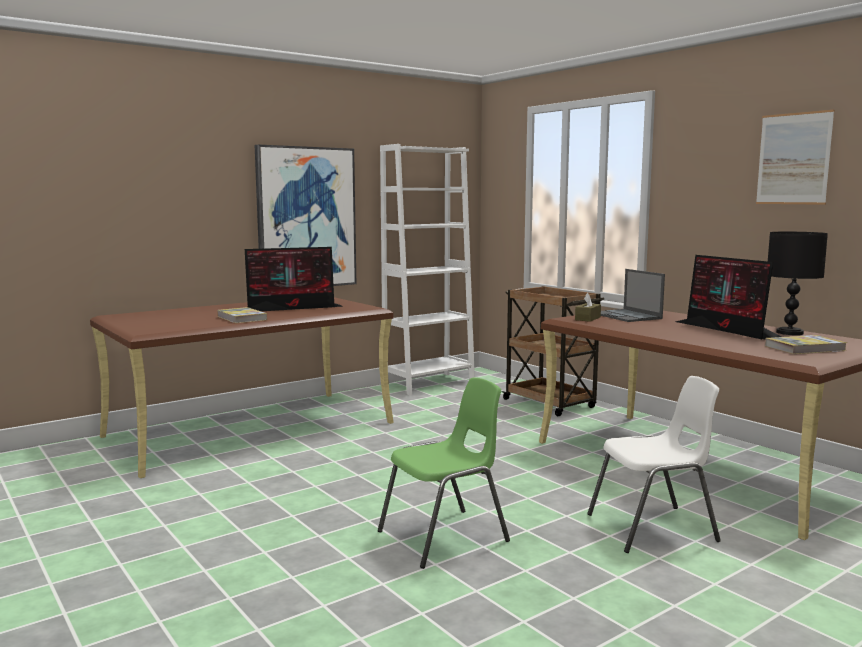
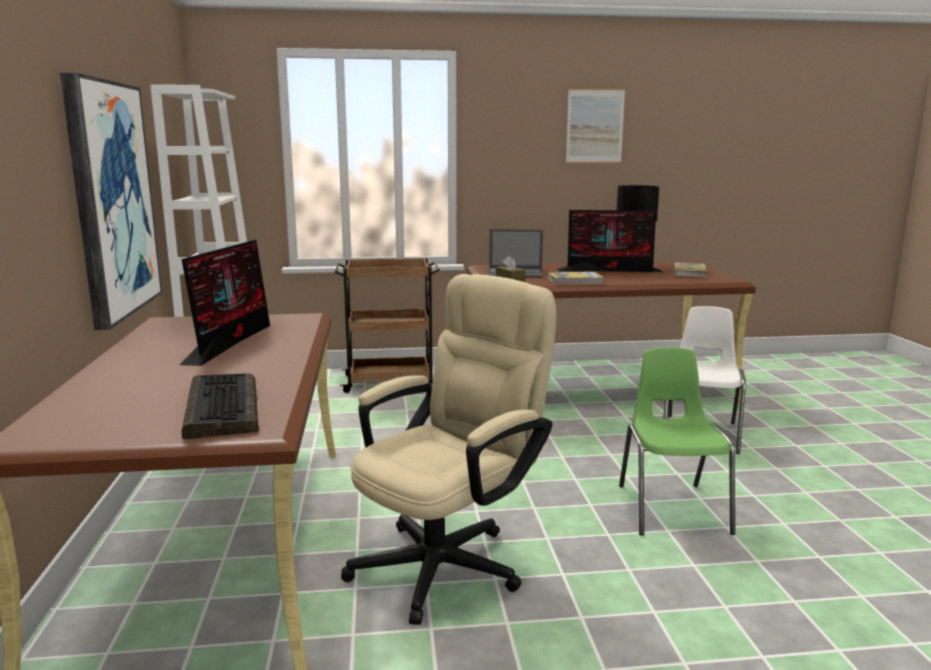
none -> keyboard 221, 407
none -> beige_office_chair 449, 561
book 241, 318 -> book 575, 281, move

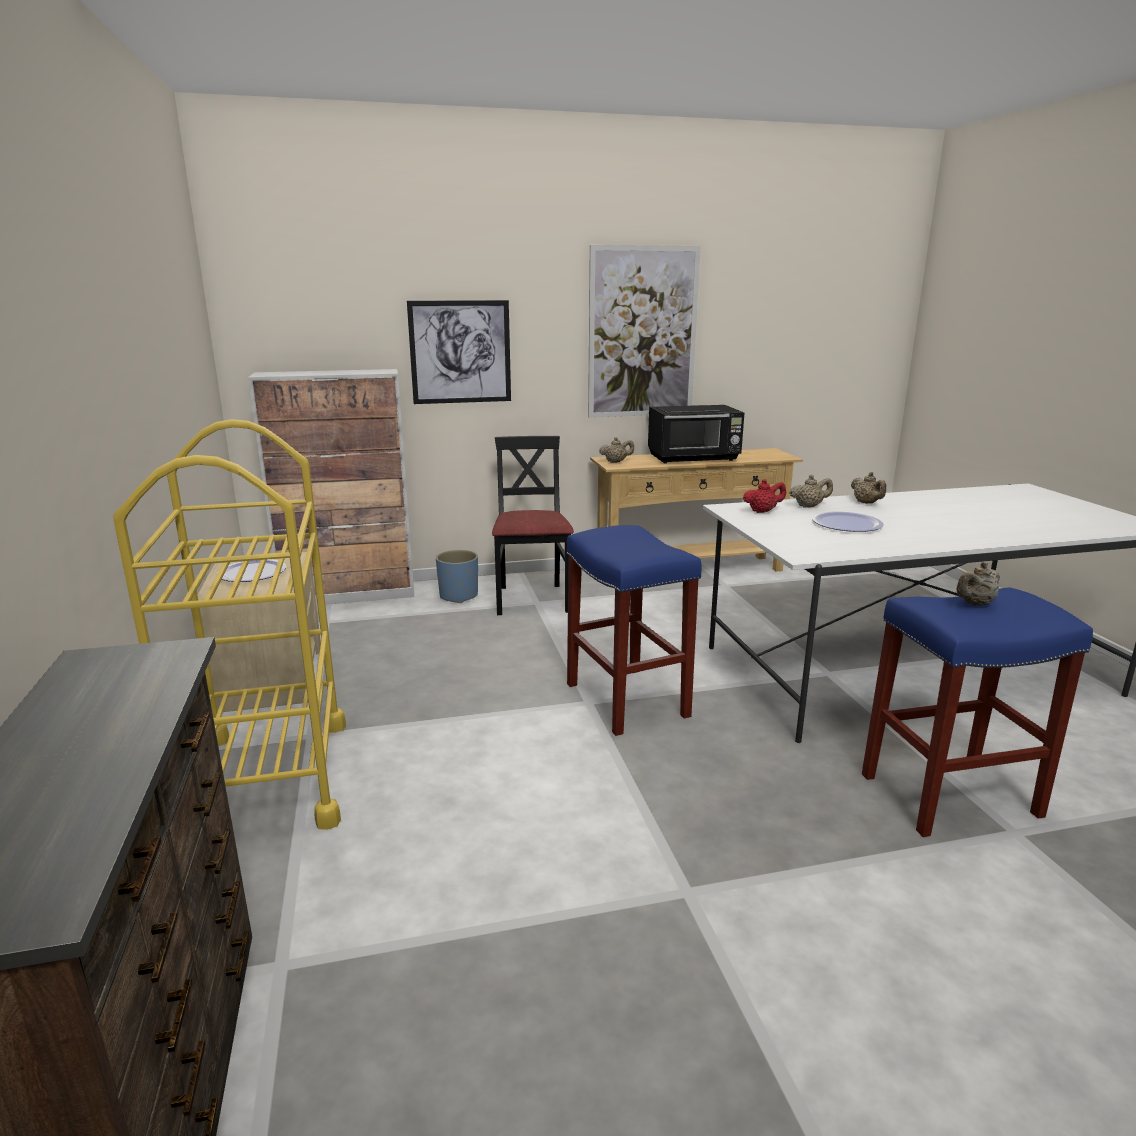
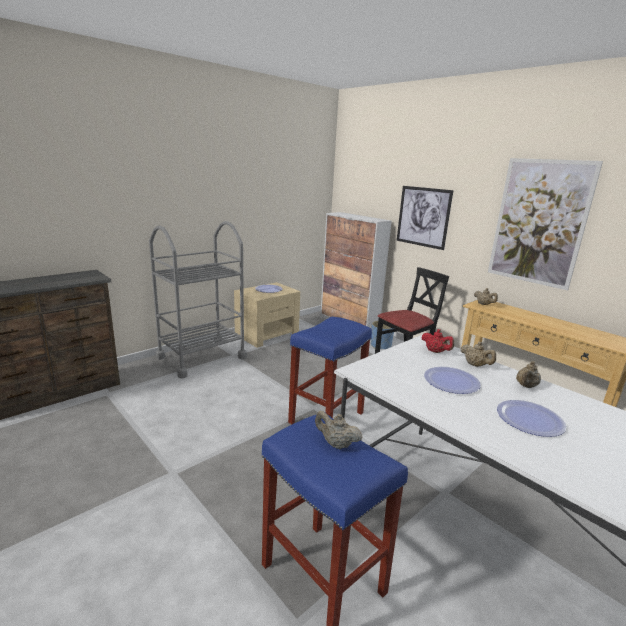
yellow_cart 268, 779 -> grey_cart 201, 357
none -> plate 529, 419
black_microwave 694, 458 -> none

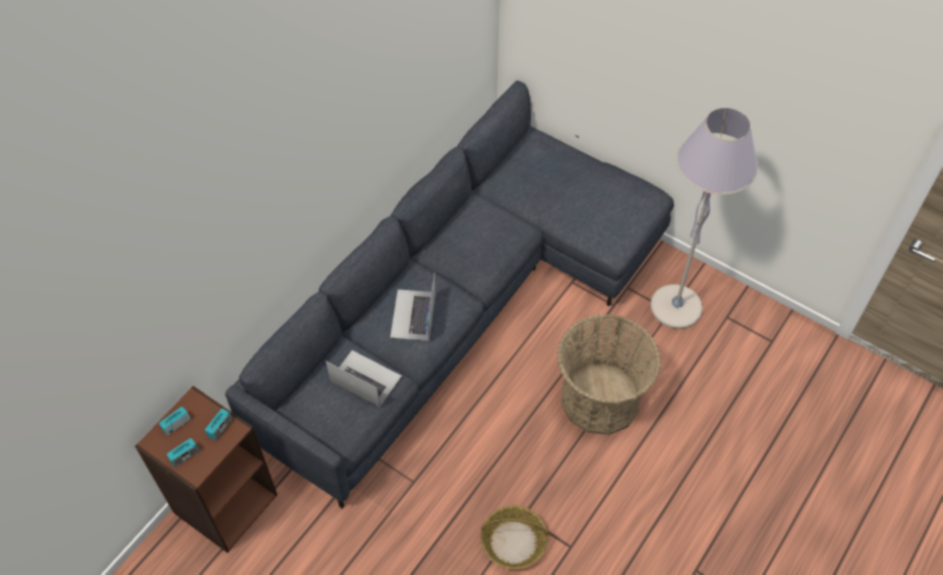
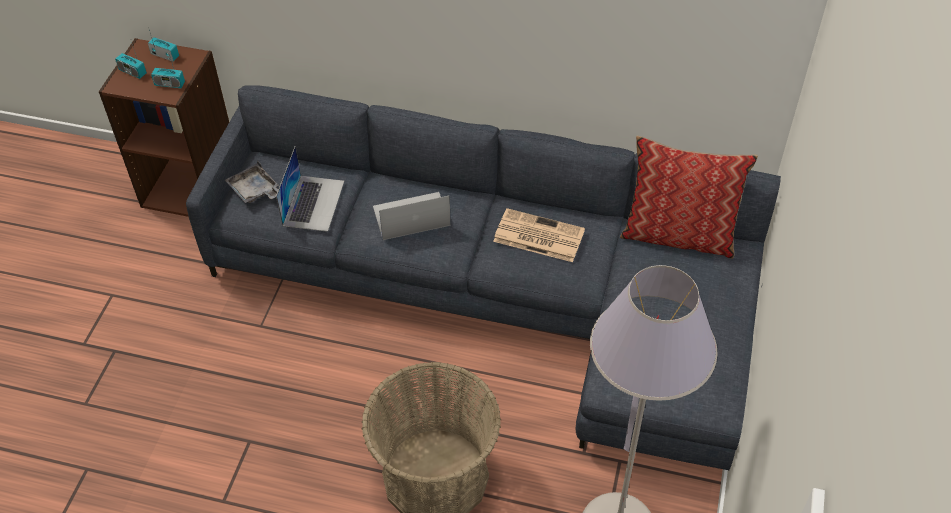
none -> grey_tray 255, 191
none -> newspaper 537, 236
none -> pillow 679, 234
basket 514, 541 -> none

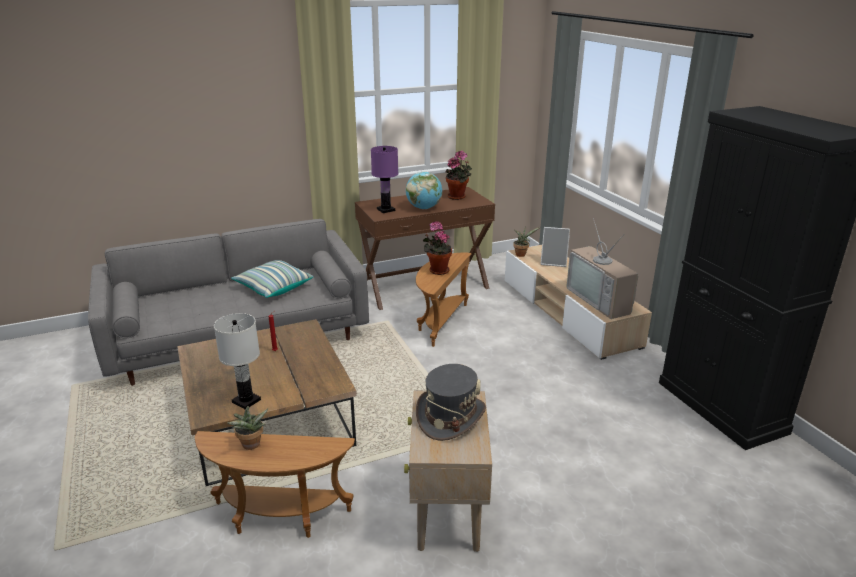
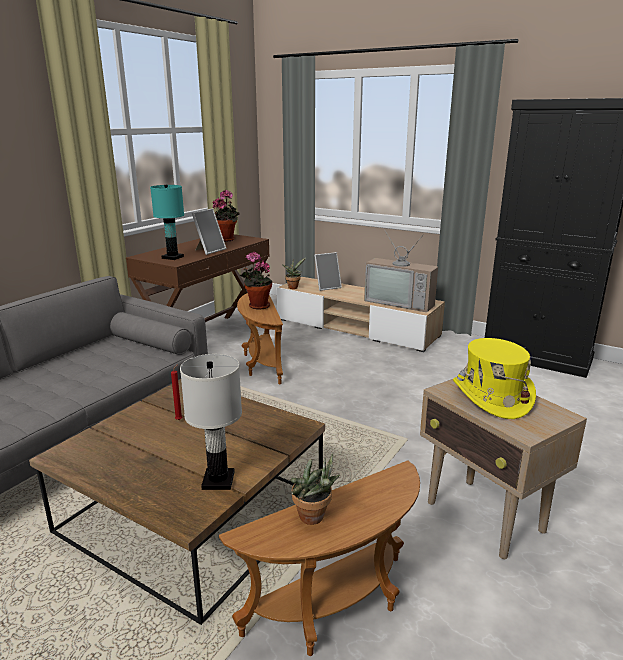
purple_table_lamp 386, 210 -> turquoise_table_lamp 172, 257
globe 424, 208 -> picture_frame 209, 250
grey_hat 450, 416 -> yellow_hat 491, 397
pillow 273, 288 -> none

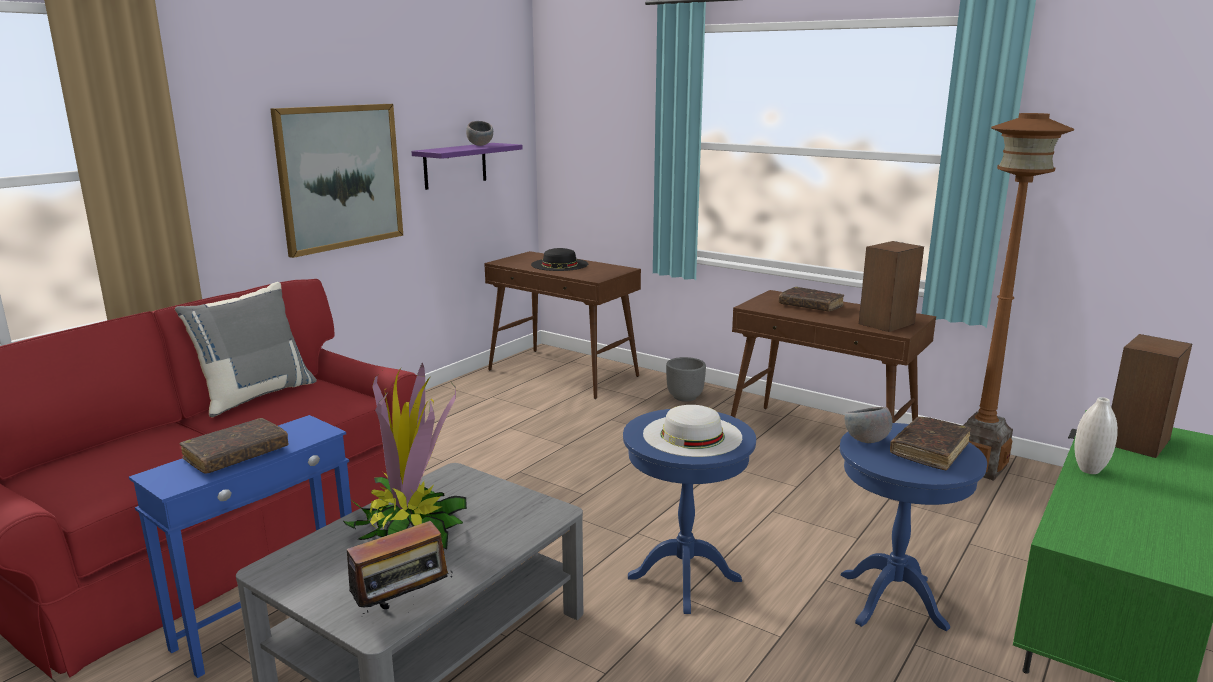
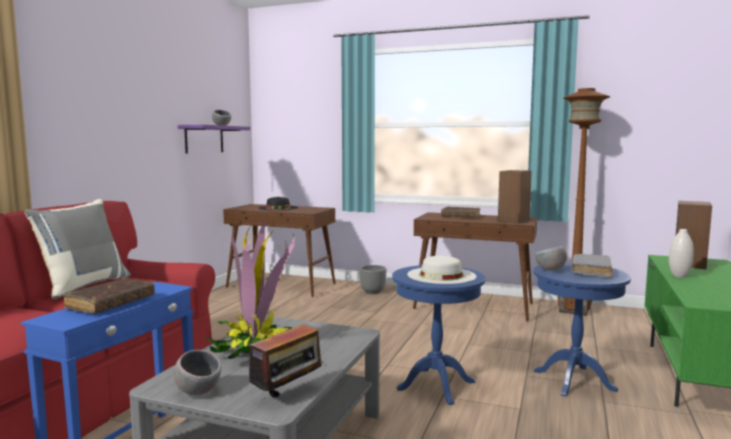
none -> grey_bowl 198, 392
brown_book 929, 450 -> grey_book 591, 271
picture 340, 177 -> none

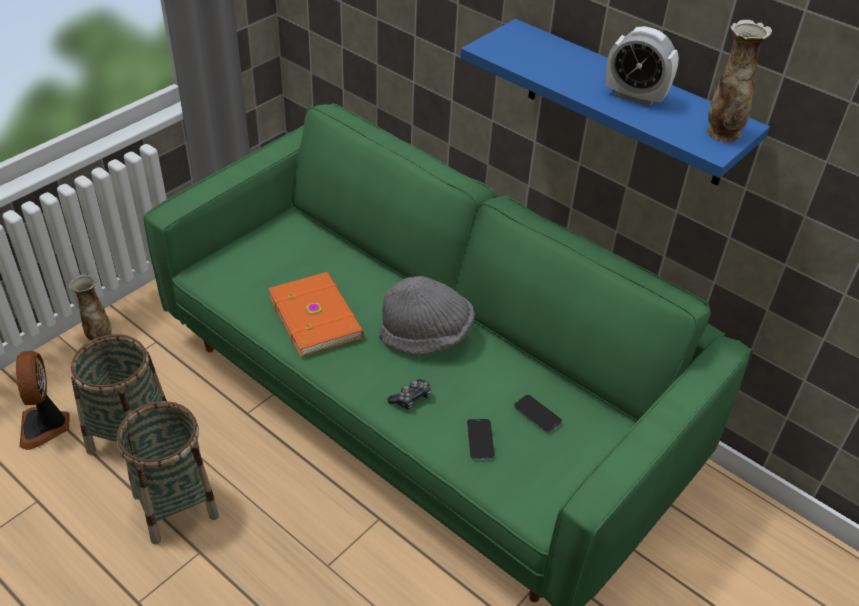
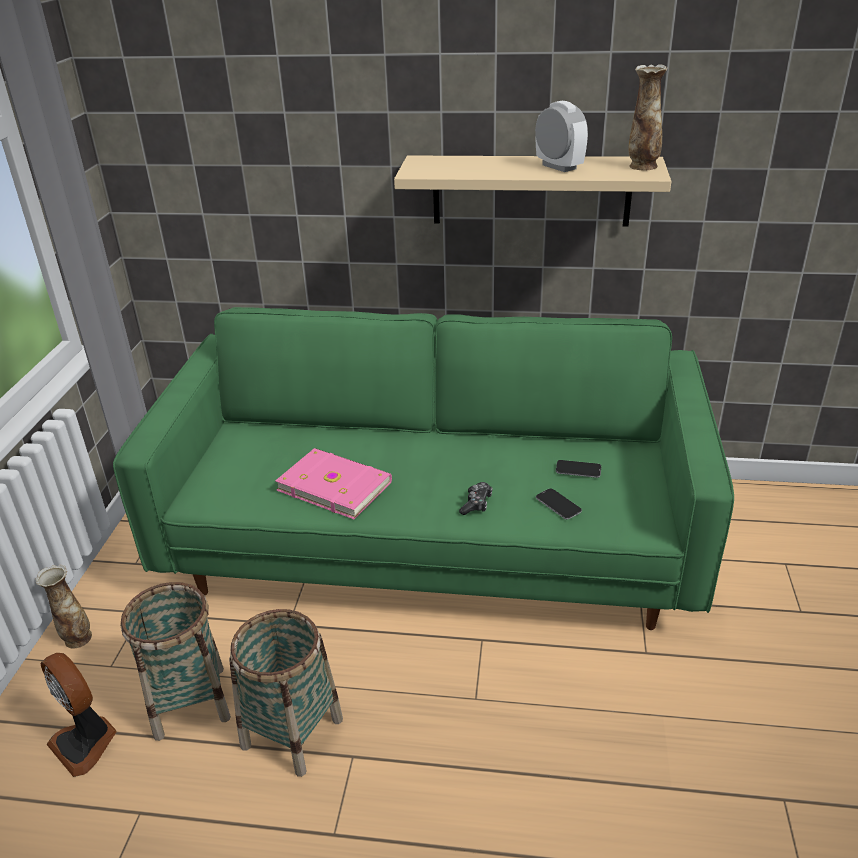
orange_book 317, 316 -> pink_book 335, 485
blue_shelf 626, 104 -> beige_shelf 531, 190
alarm_clock 635, 97 -> alarm_clock 559, 167, 120 degrees counterclockwise
grey_hat 426, 336 -> none

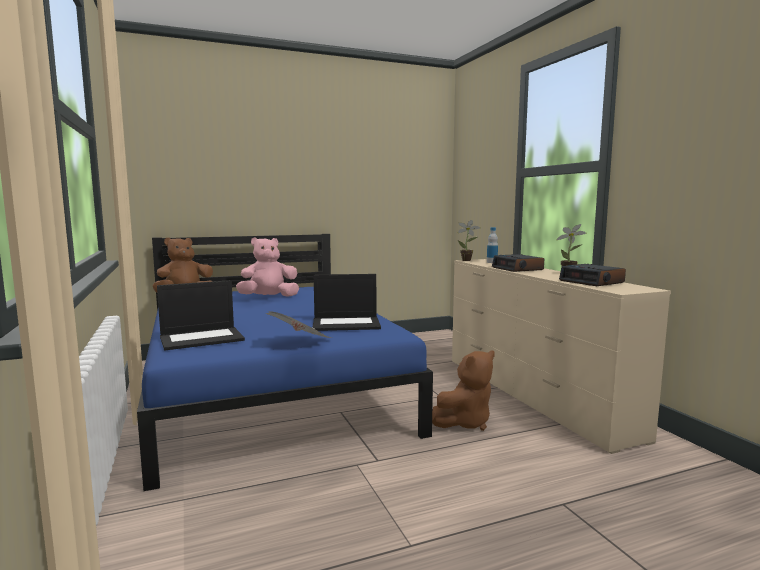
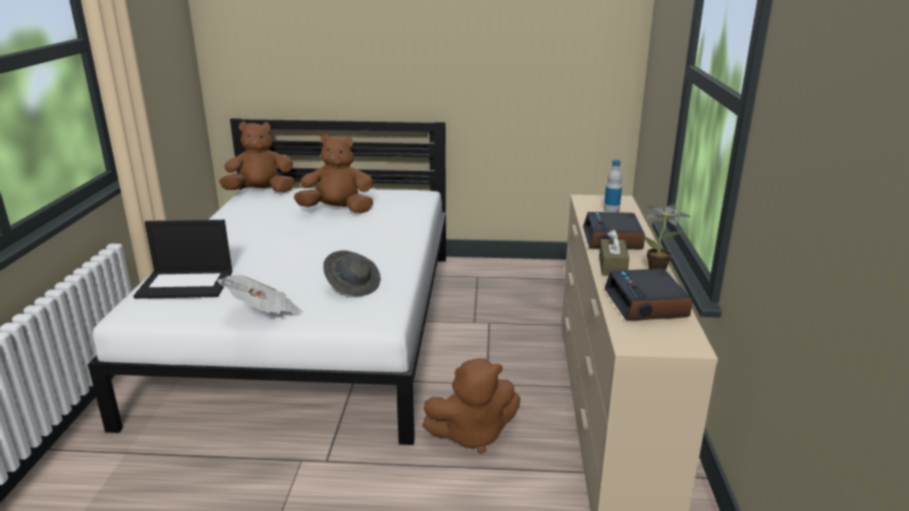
blue_bed 270, 391 -> white_bed 313, 327
pink_plush_toy 268, 297 -> brown_plush_toy 338, 210
laptop 347, 324 -> grey_hat 353, 285
none -> brown_tissue_box 612, 266
potted_plant 468, 260 -> none

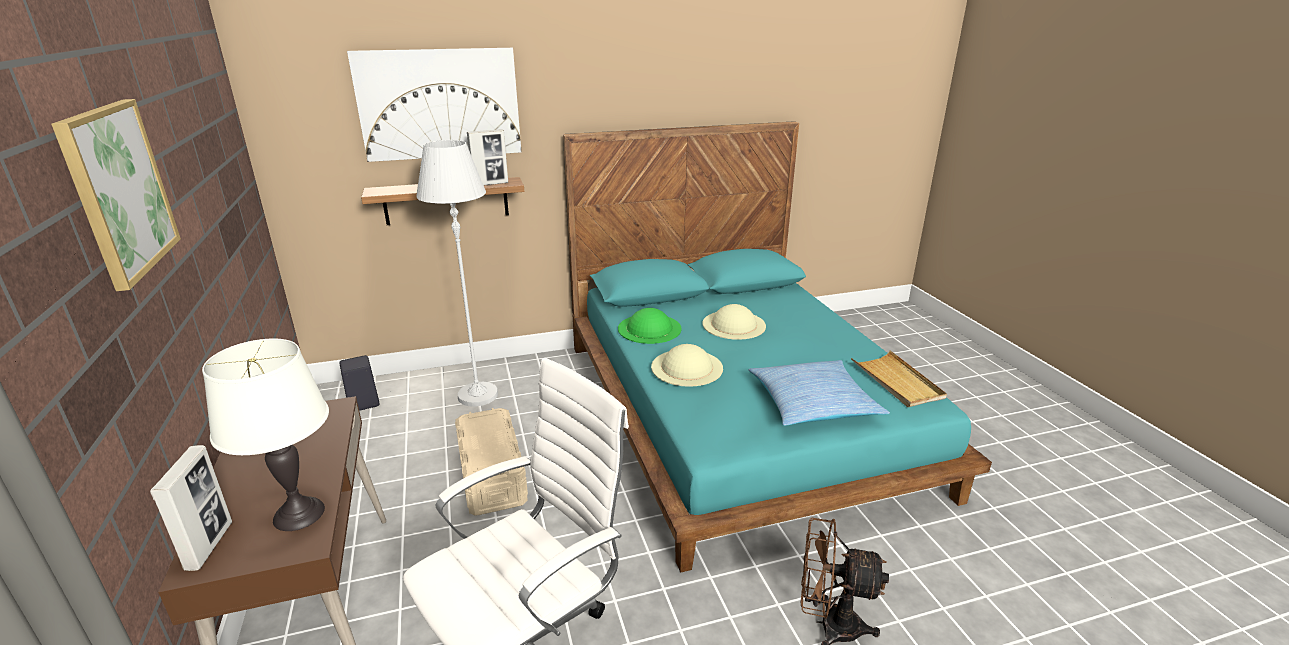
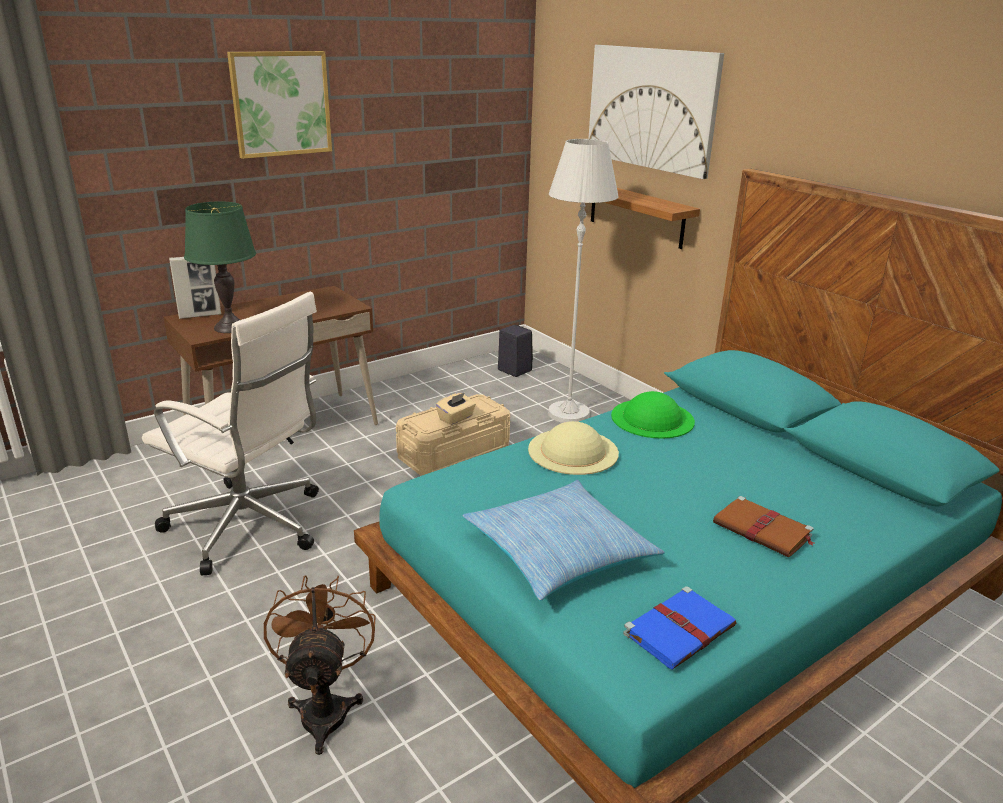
white_table_lamp 299, 514 -> green_table_lamp 230, 327
none -> beige_tissue_box 456, 418
beige_tray 897, 381 -> blue_book 680, 629
none -> brown_book 763, 530
picture_frame 490, 184 -> none
beige_hat 733, 324 -> none

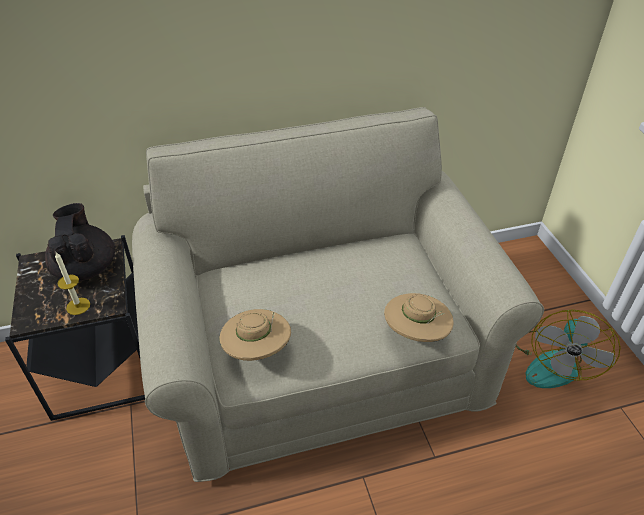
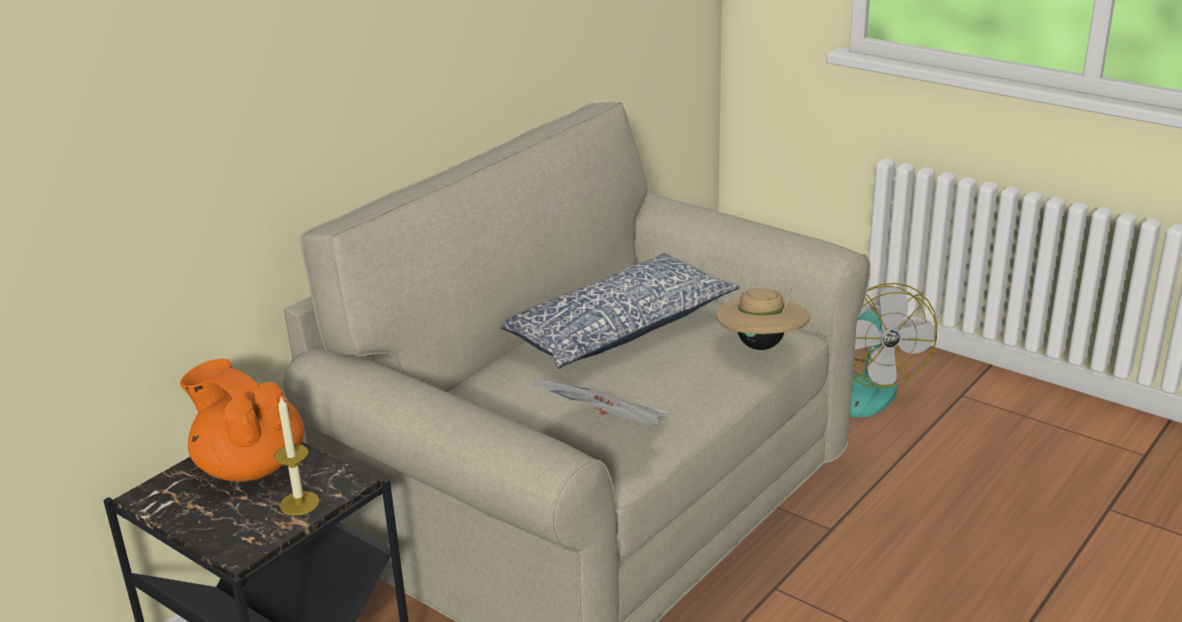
black_teapot 86, 268 -> orange_teapot 250, 466
none -> pillow 618, 329
beige_hat 257, 350 -> newspaper 608, 433

